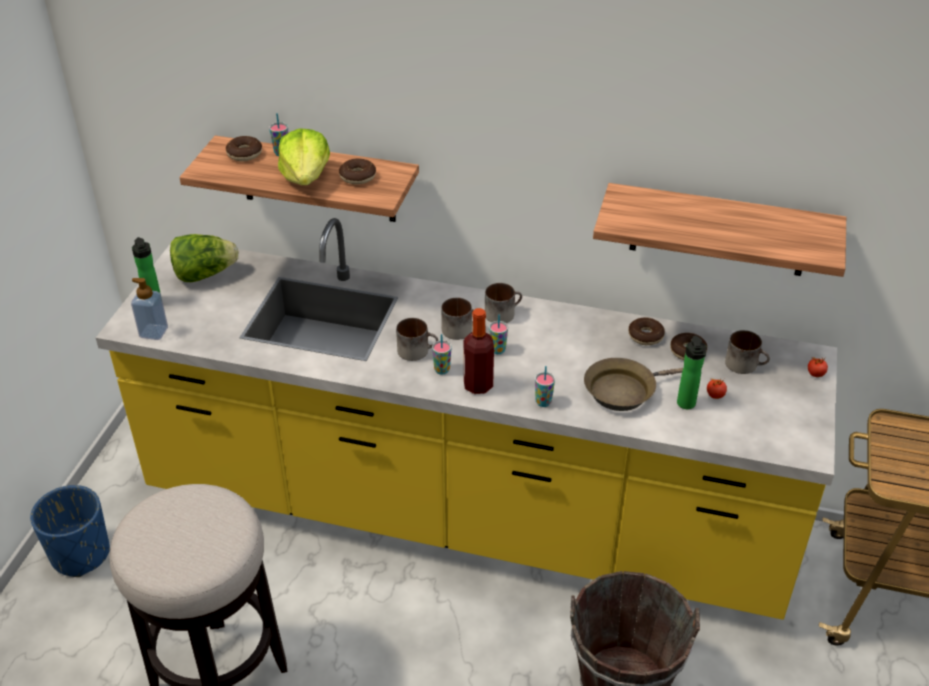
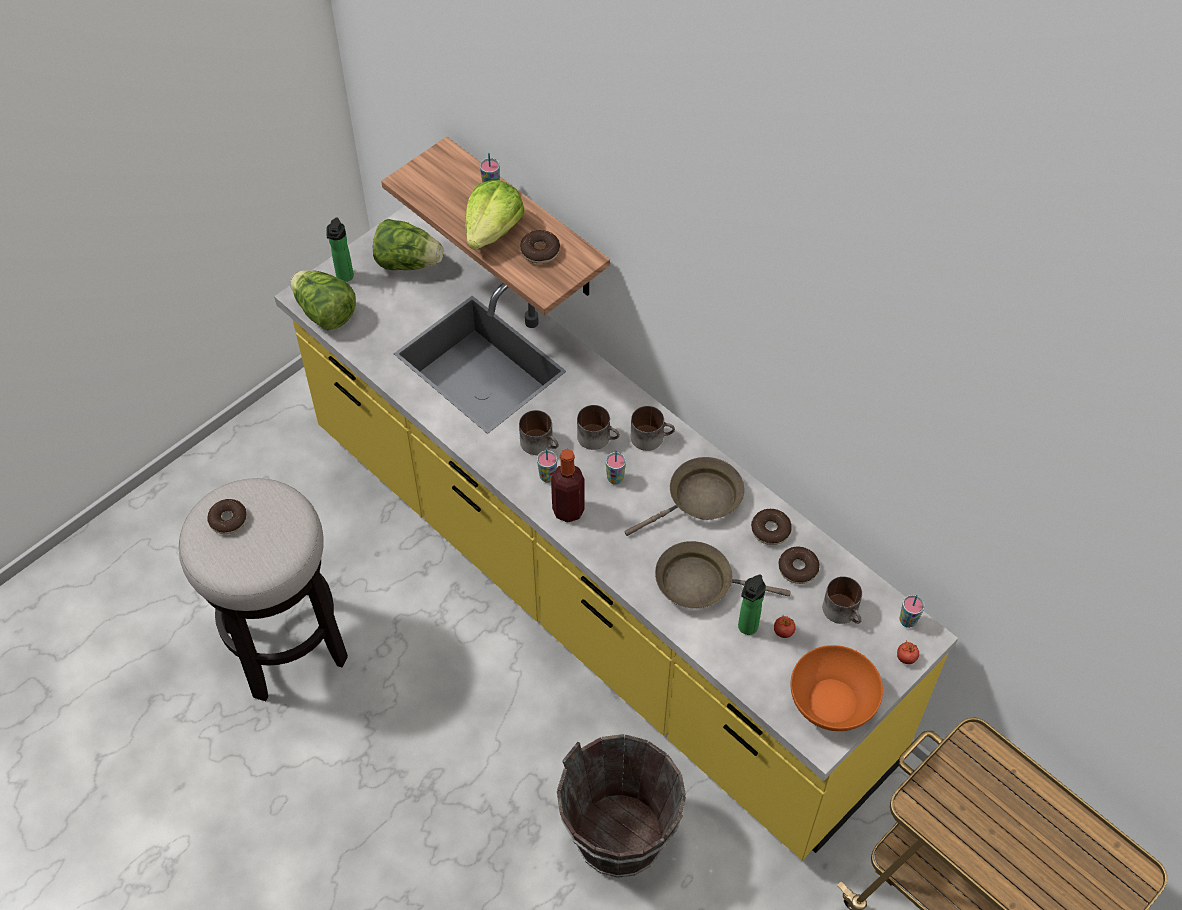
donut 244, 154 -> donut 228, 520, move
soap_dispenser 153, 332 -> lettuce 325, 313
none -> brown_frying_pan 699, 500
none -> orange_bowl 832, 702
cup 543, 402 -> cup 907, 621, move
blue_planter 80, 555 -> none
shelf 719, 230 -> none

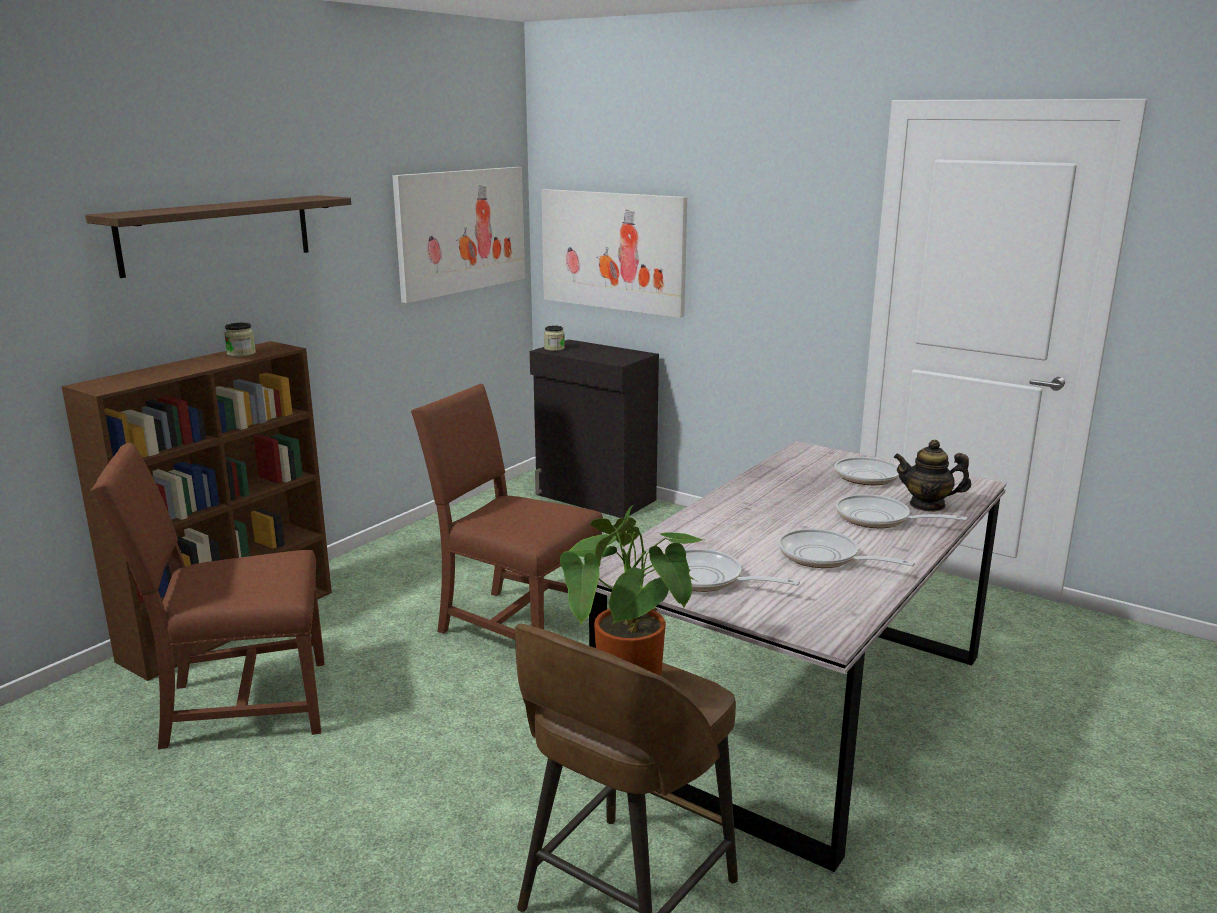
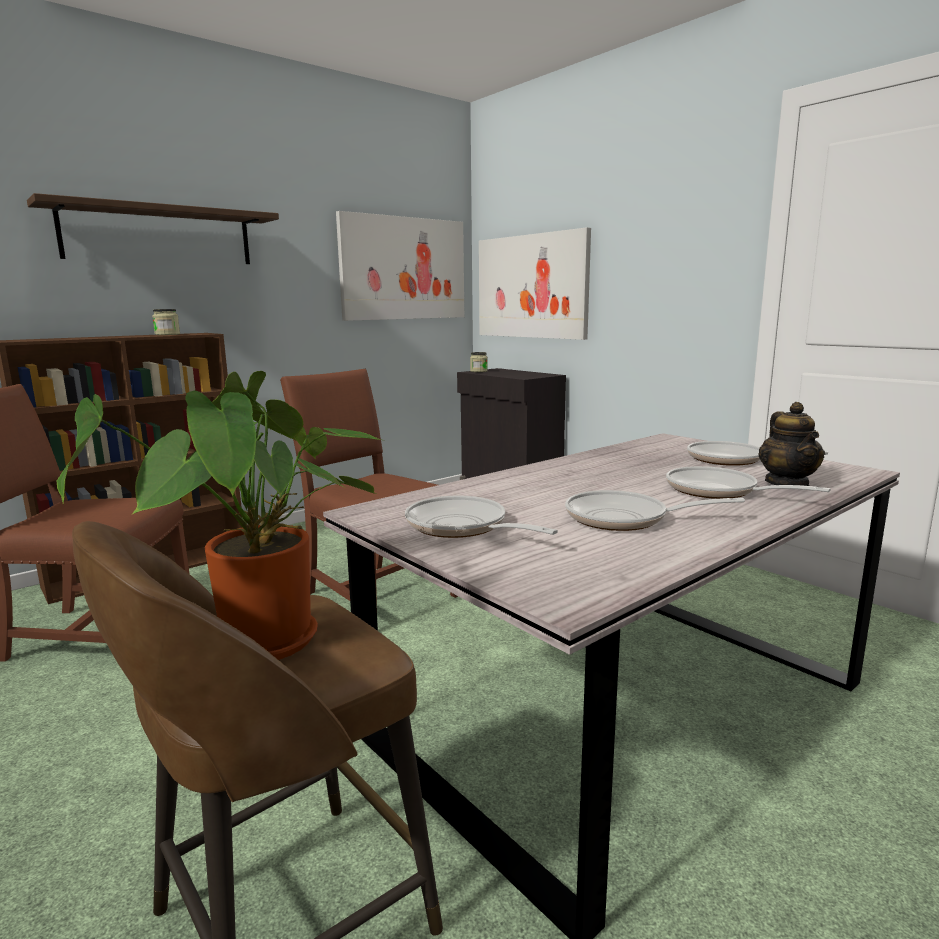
frying_pan 824, 557 -> frying_pan 625, 519, 45 degrees counterclockwise
teapot 927, 505 -> teapot 787, 484, 120 degrees counterclockwise

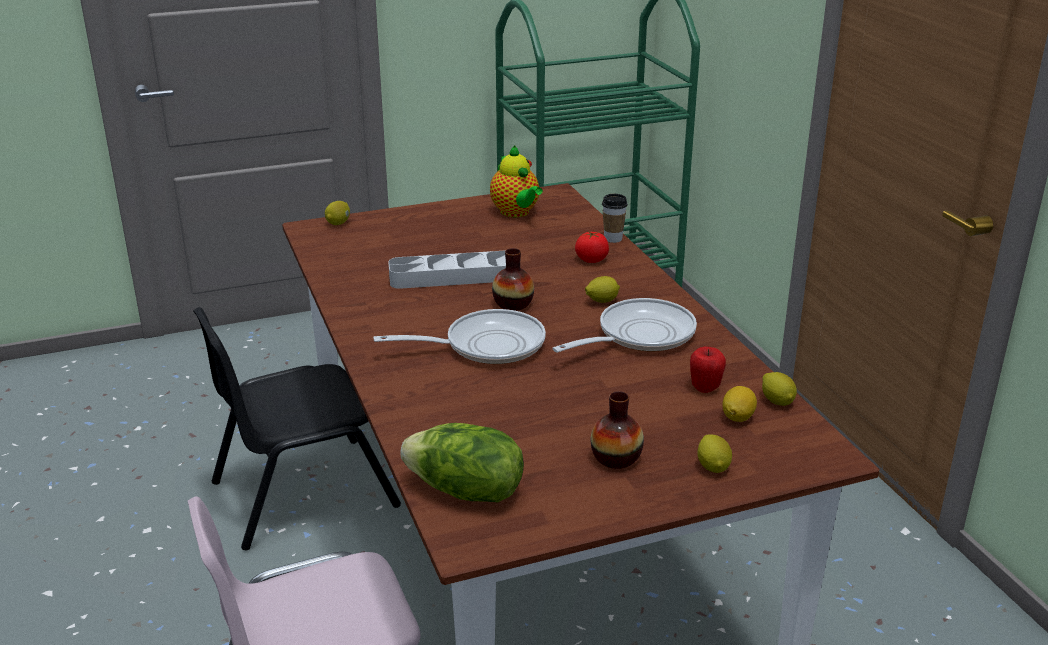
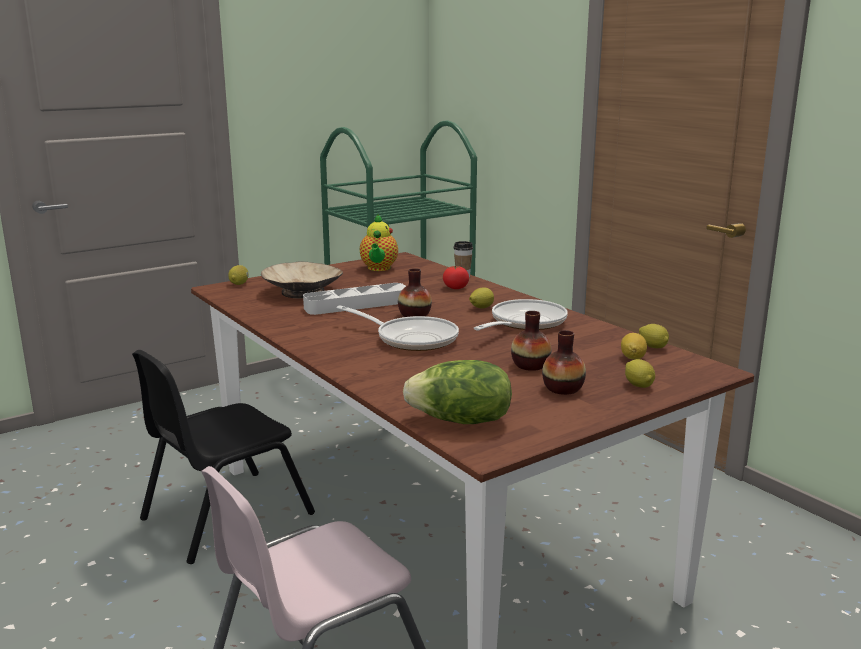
none -> beige_bowl 303, 292
frying_pan 486, 345 -> frying_pan 411, 338, 60 degrees clockwise
teapot 516, 213 -> teapot 378, 269, 45 degrees clockwise
none -> vase 530, 365
apple 705, 388 -> none

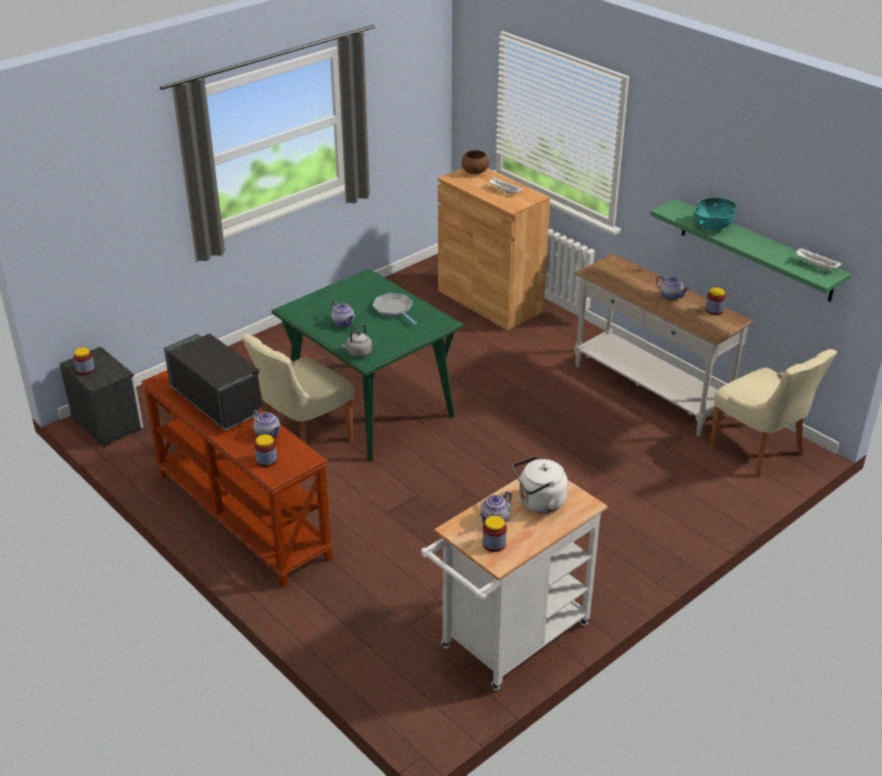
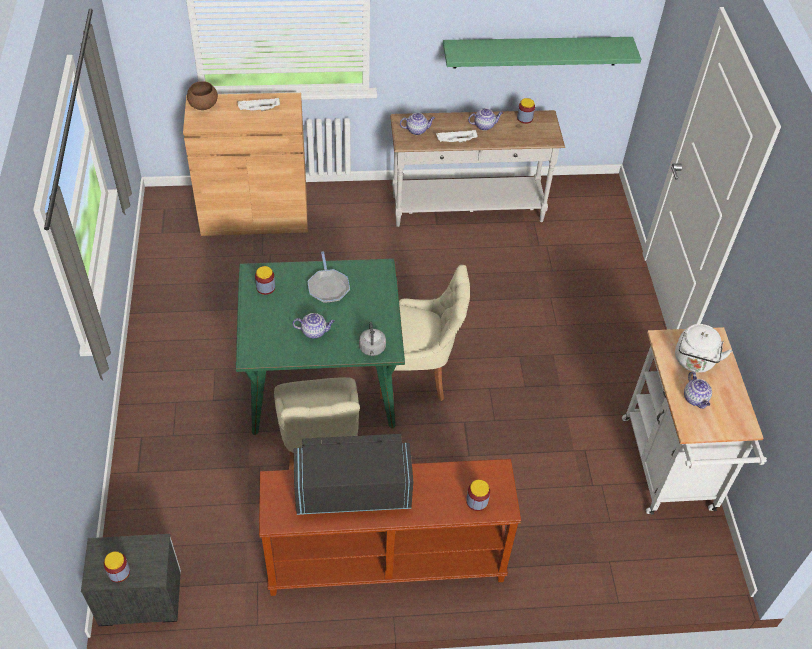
jar 494, 544 -> jar 265, 287, move
frying_pan 394, 309 -> frying_pan 328, 287, 105 degrees counterclockwise
beige_chair 759, 451 -> beige_chair 416, 372, move
teapot 268, 434 -> teapot 417, 130, move
white_tray 815, 265 -> white_tray 456, 141, move
turquoise_bowl 713, 226 -> none

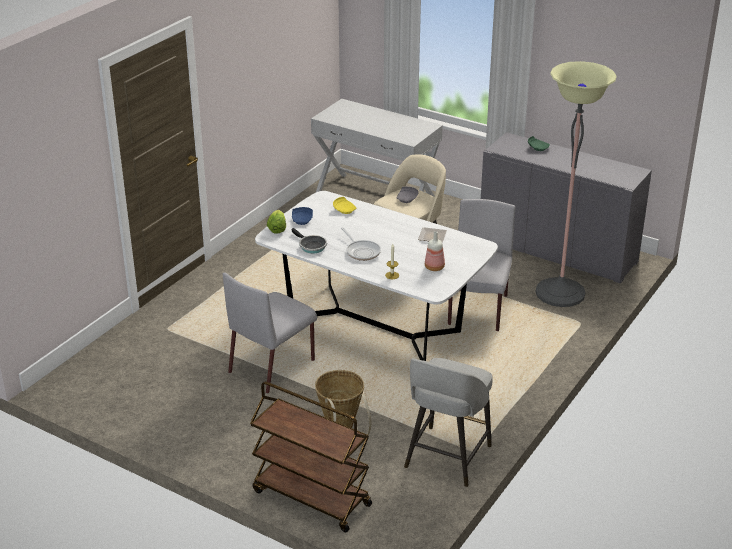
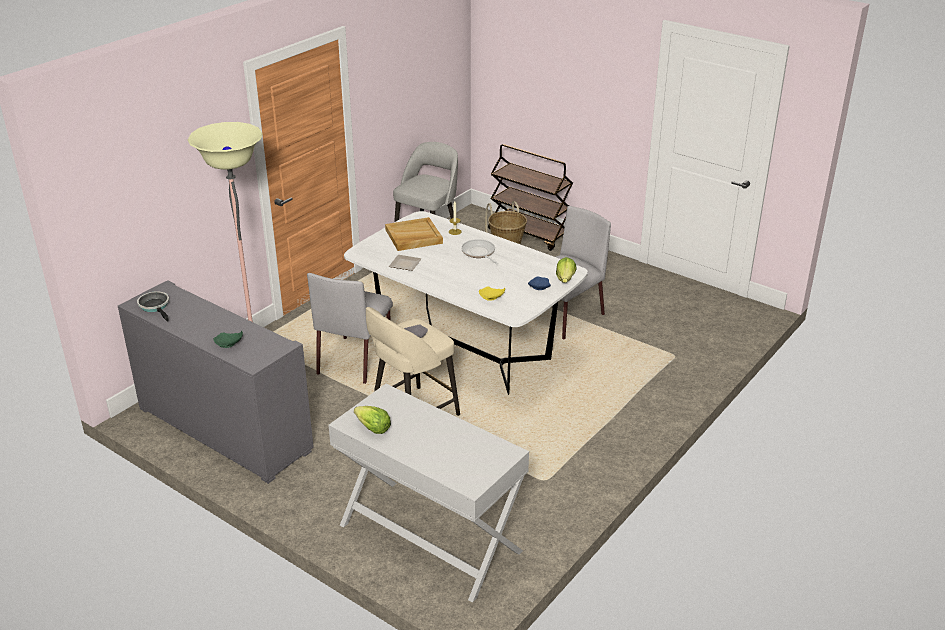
frying_pan 311, 246 -> frying_pan 155, 306, move
none -> lettuce 373, 429
bottle 434, 267 -> beige_tray 413, 236

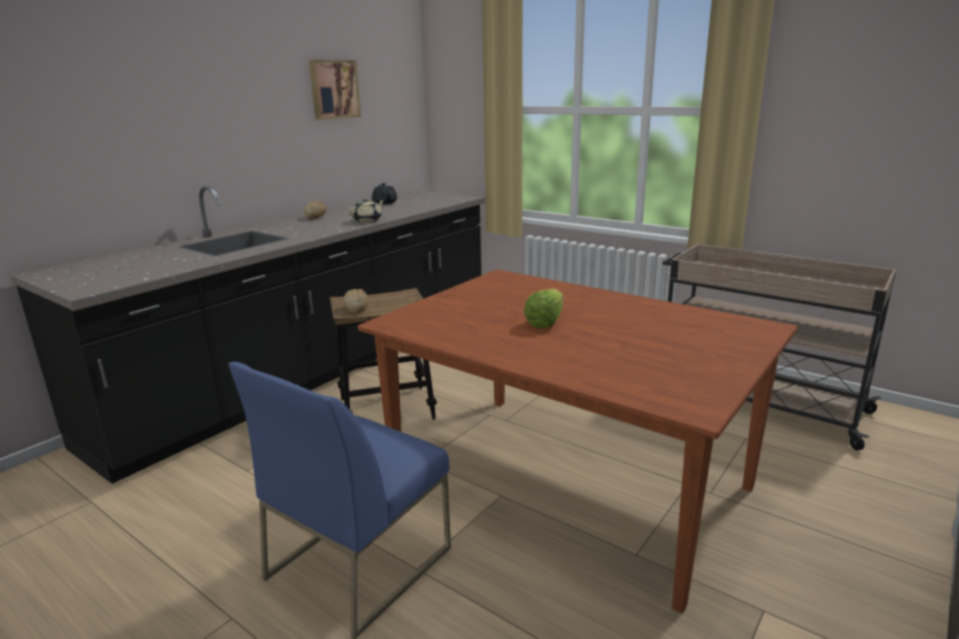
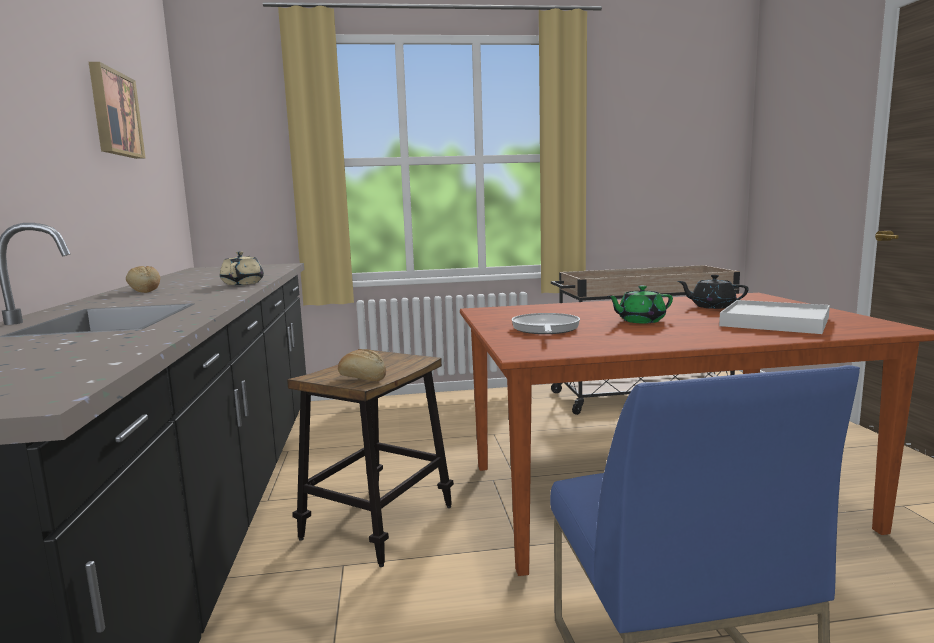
none -> frying_pan 545, 329
lettuce 545, 322 -> green_teapot 640, 321
black_teapot 384, 203 -> black_teapot 712, 306, move
none -> white_tray 775, 322

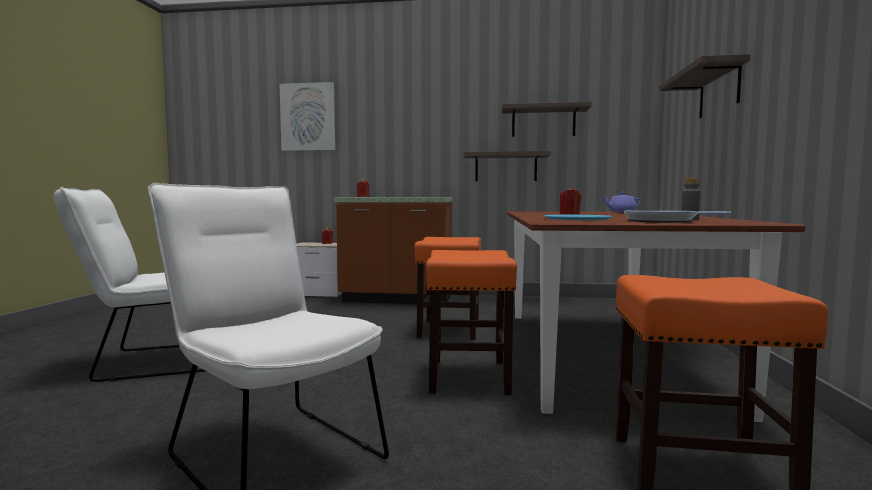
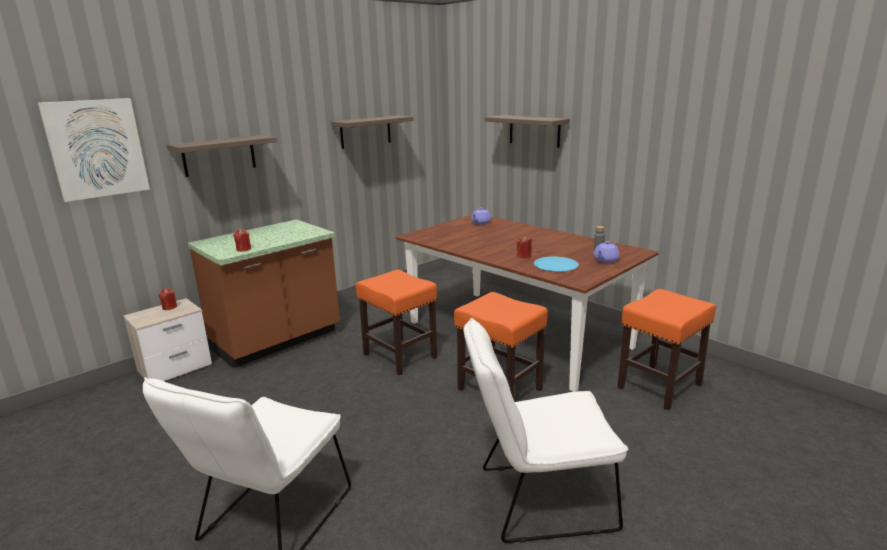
shelf 505, 167 -> shelf 219, 155, move
frying_pan 664, 221 -> purple_teapot 605, 260

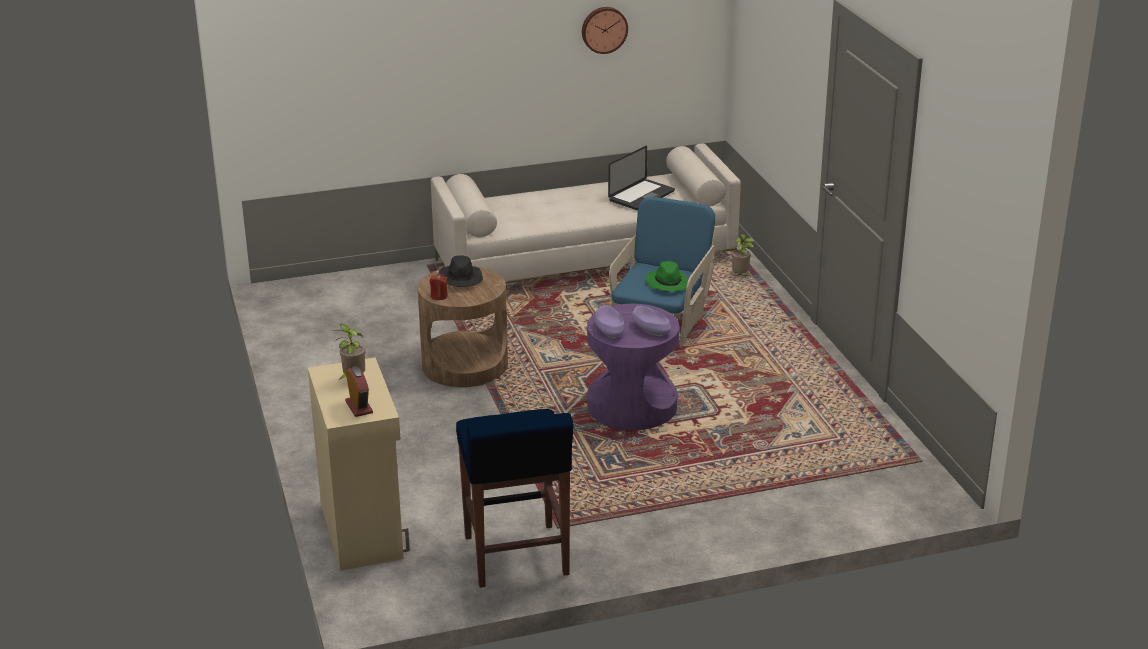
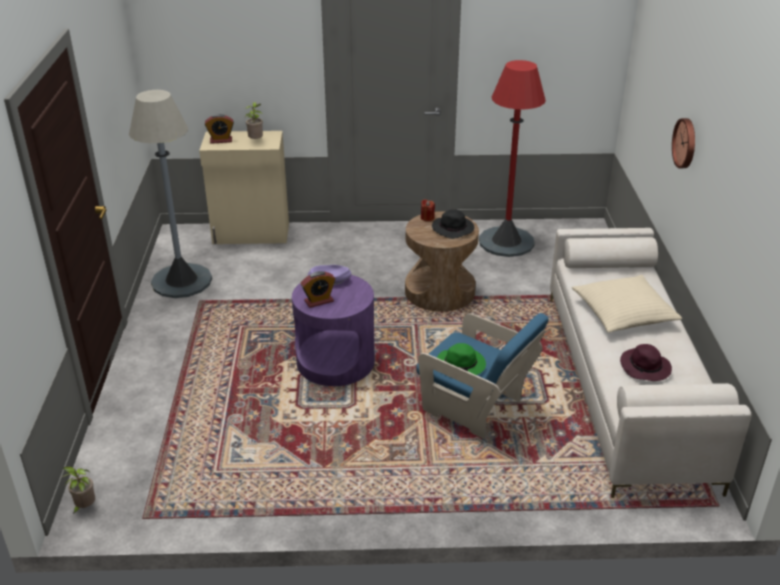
potted_plant 741, 276 -> potted_plant 84, 507, move
blue_stool 516, 557 -> grey_floor_lamp 181, 281
purple_bowl 650, 329 -> alarm_clock 319, 301
none -> red_floor_lamp 506, 242
none -> beige_pillow 624, 313
laptop 641, 196 -> purple_hat 645, 368
wall_clock 604, 29 -> wall_clock 686, 143, move

